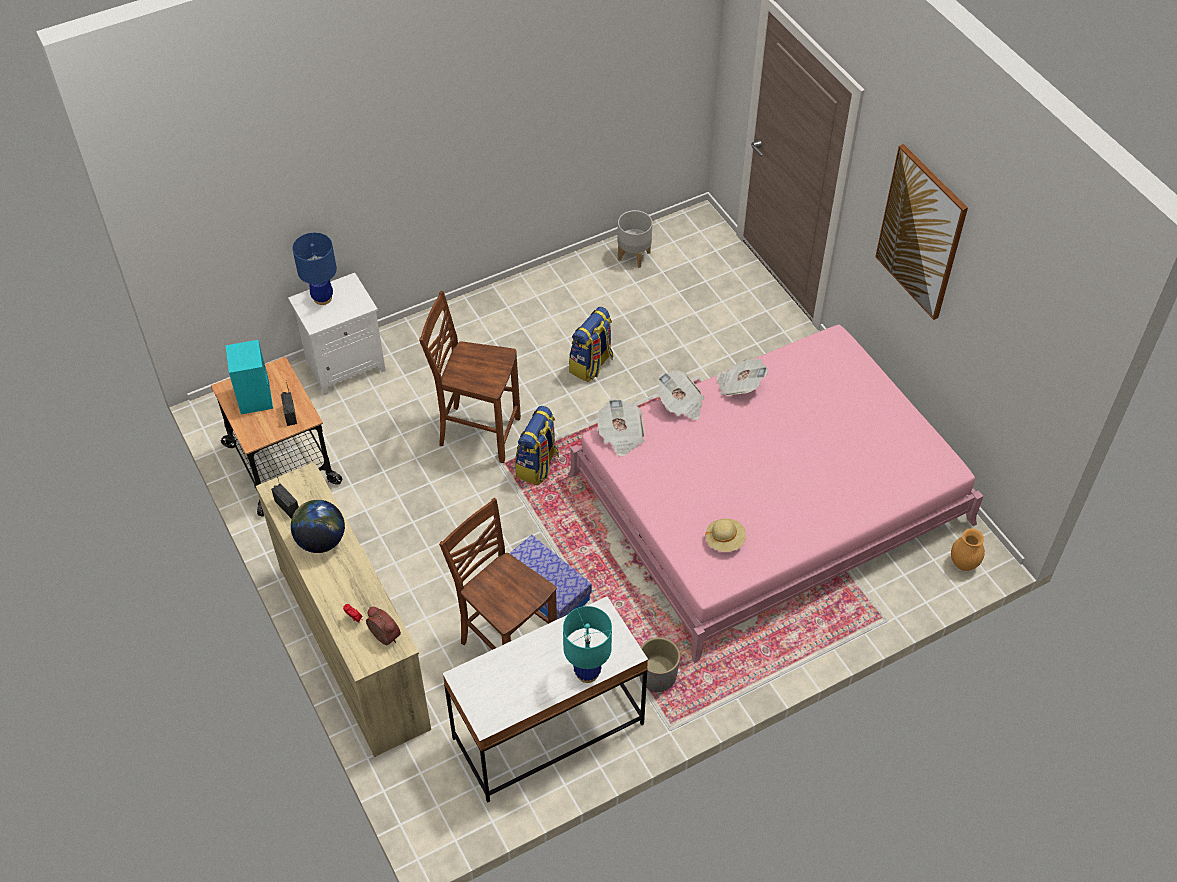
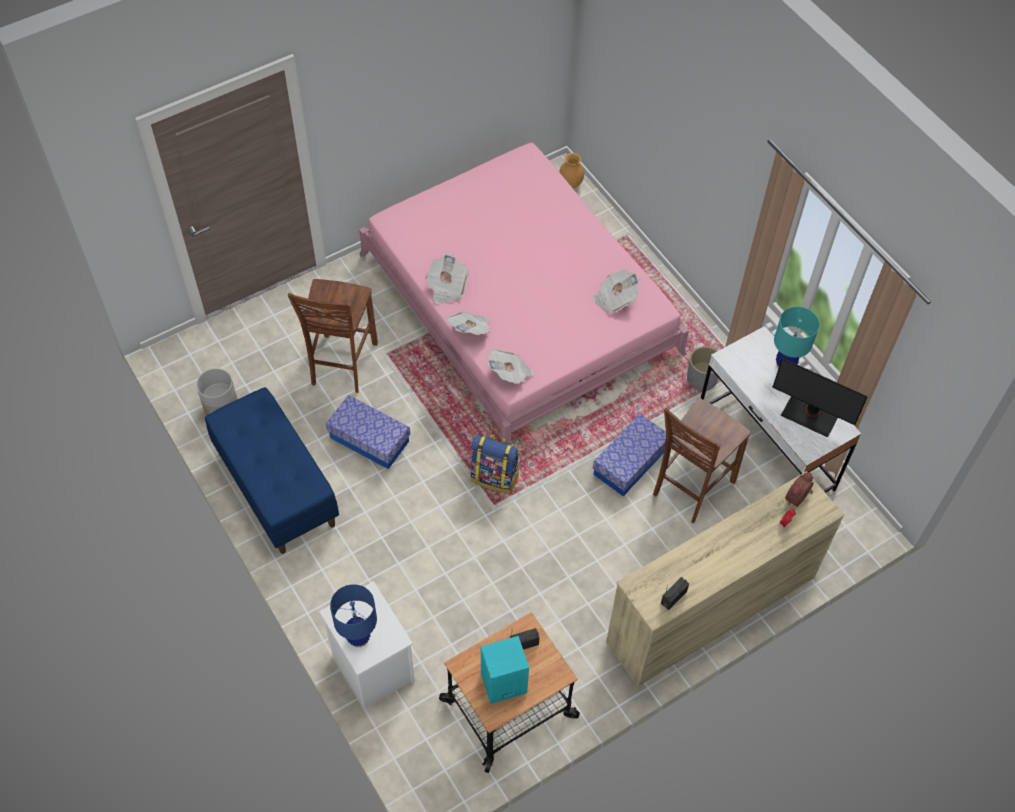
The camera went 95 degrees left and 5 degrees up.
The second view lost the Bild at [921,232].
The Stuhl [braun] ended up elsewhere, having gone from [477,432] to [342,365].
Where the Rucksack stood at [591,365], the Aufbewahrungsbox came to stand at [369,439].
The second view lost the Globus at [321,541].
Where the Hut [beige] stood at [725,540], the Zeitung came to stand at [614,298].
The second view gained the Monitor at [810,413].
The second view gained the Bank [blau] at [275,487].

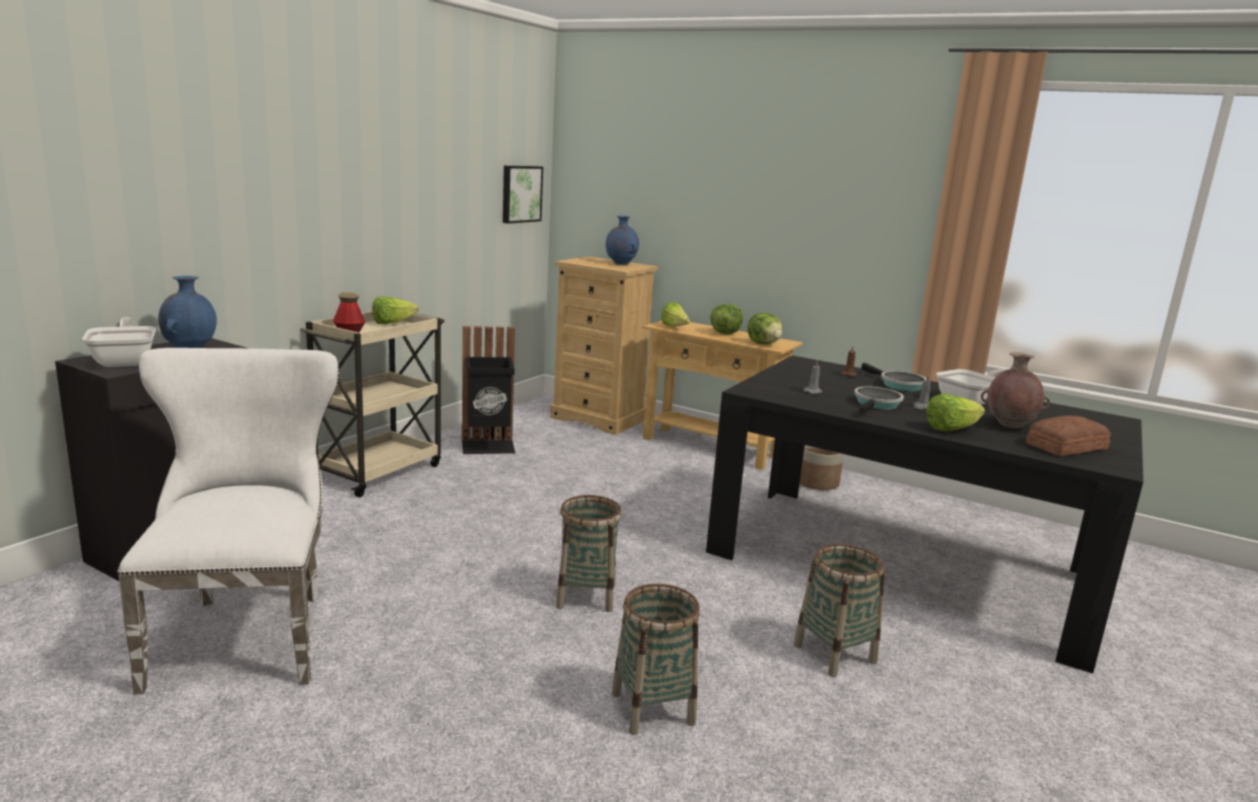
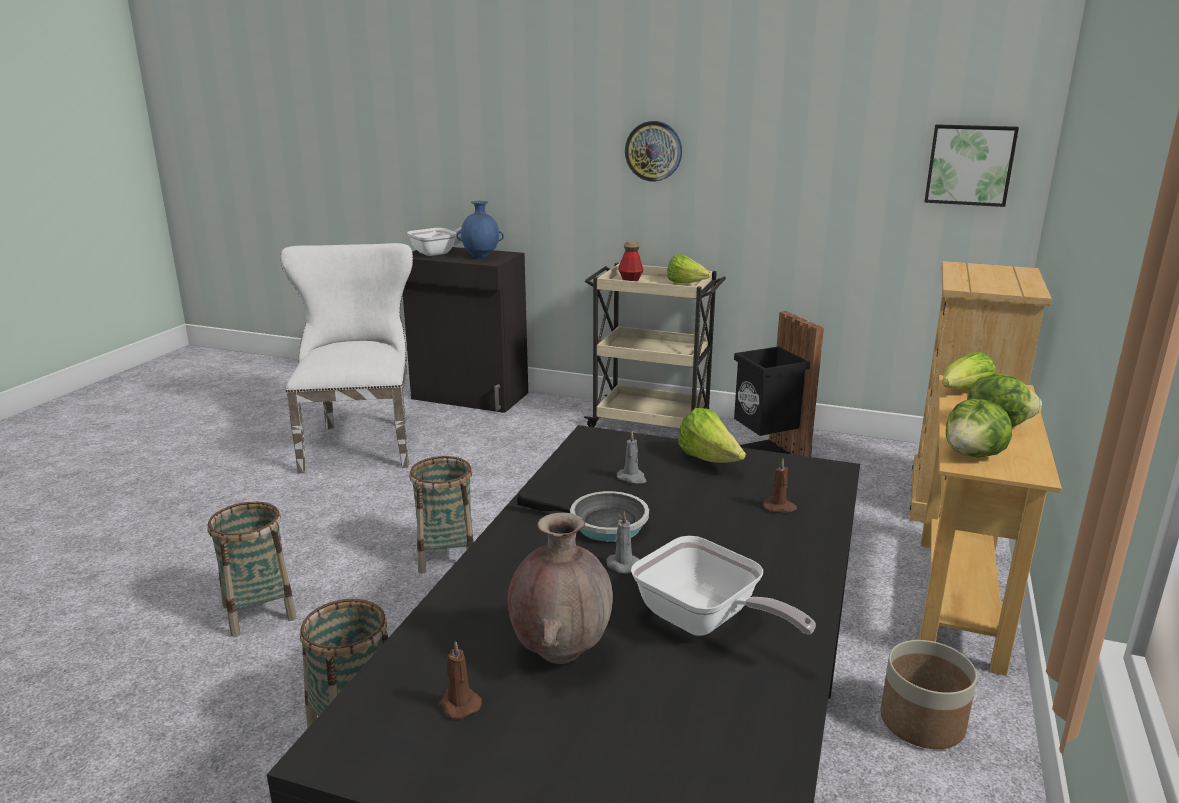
The camera went 80 degrees right and 5 degrees up.
The second view lost the Vase [blau] at [620,264].
The Stuhl [weiß] at [246,632] ended up facing another way, 75 degrees counterclockwise from before.
The second view lost the Pfanne at [898,385].
The Salatkopf ended up elsewhere, having gone from [951,429] to [709,460].
Where the Brot stood at [1064,446], the Kerze [braun] came to stand at [458,704].
The second view gained the Wanduhr at [653,151].

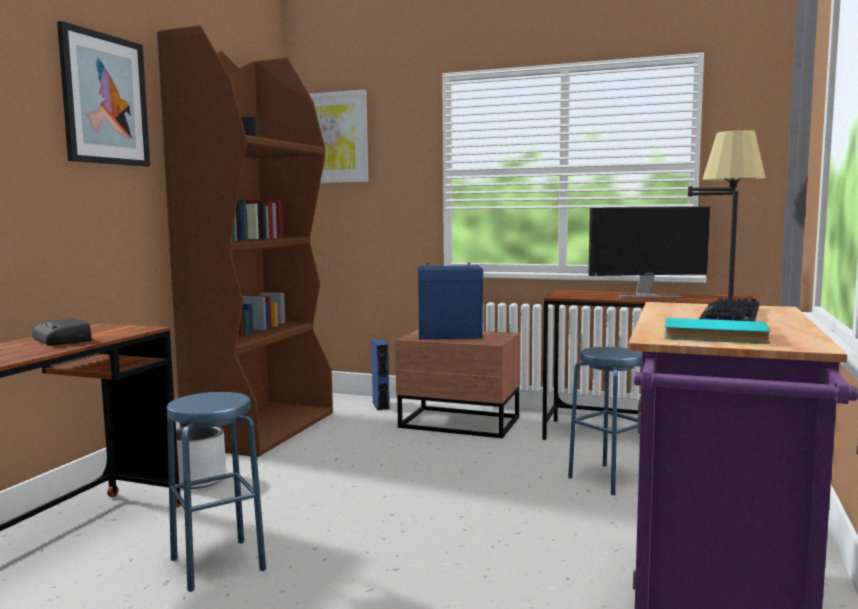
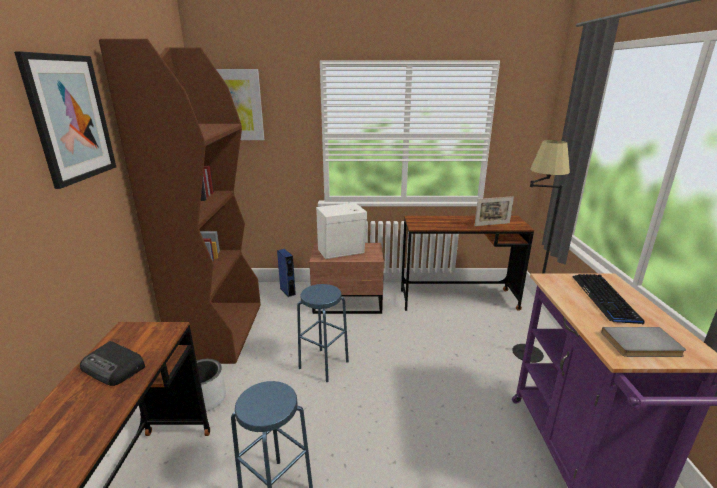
The camera went 20 degrees left and 15 degrees up.
The second view lost the Monitor at [646,296].
What was the Lautsprecher [blau] at [451,336] turned into the Lautsprecher [weiß] at [342,252].
What was the Buch [türkis] at [714,336] turned into the Buch [grau] at [642,345].
The Hocker [blau] ended up elsewhere, having gone from [608,479] to [323,365].
The second view gained the Bilderrahmen at [492,224].

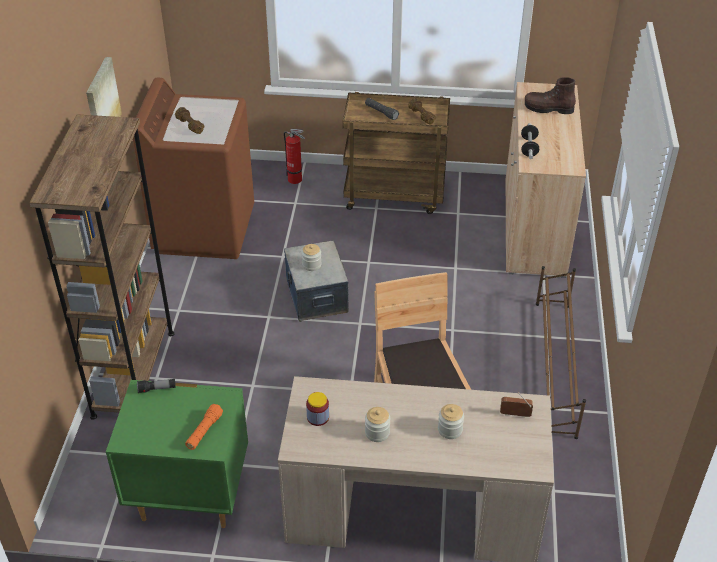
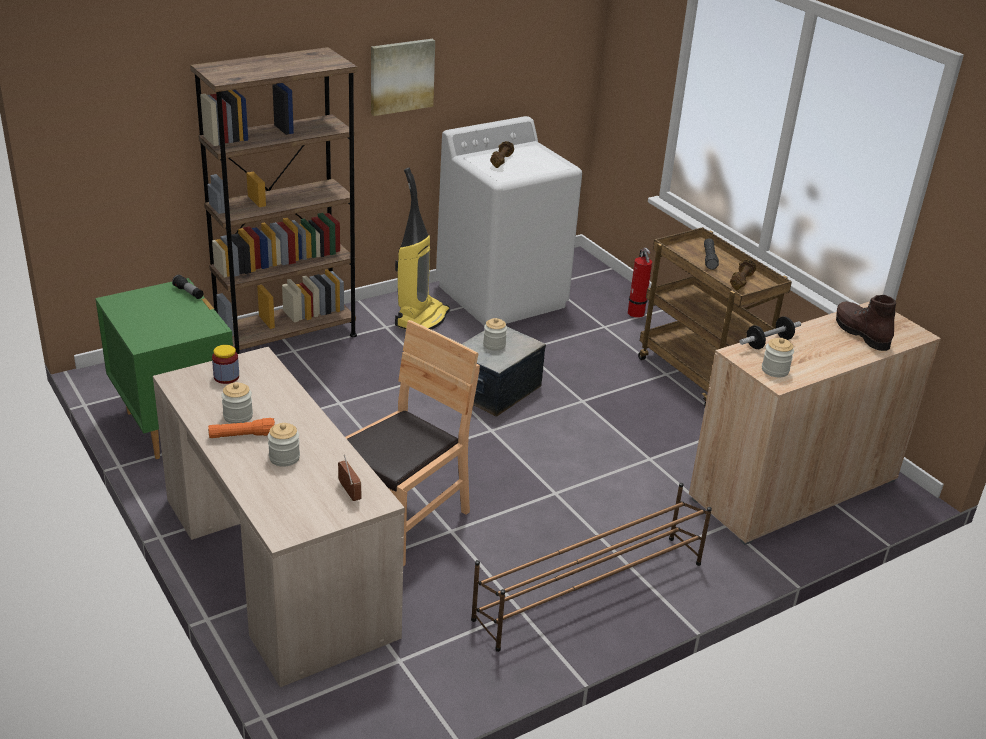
The camera went 50 degrees right and 10 degrees down.
What was the Waschmaschine [braun] at [204,229] turned into the Waschmaschine [weiß] at [502,296].
The Taschenlampe [orange] ended up elsewhere, having gone from [204,431] to [242,436].
The second view gained the Staubsauger at [421,318].
The second view gained the Vorratsglas at [775,370].

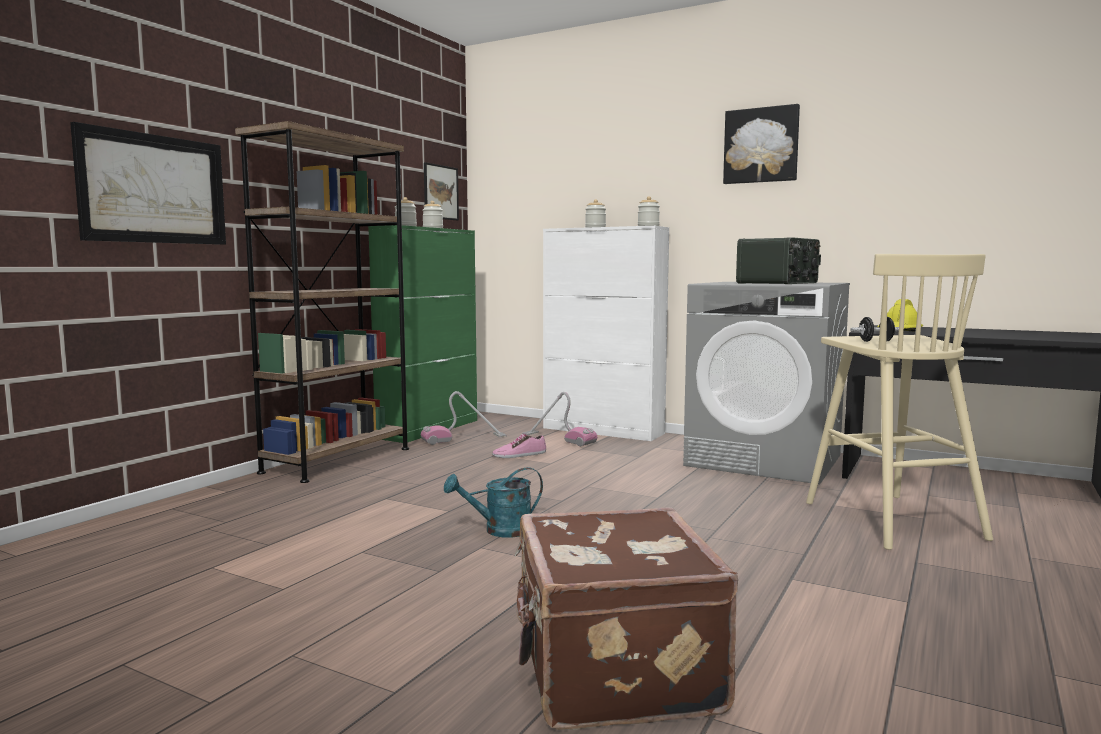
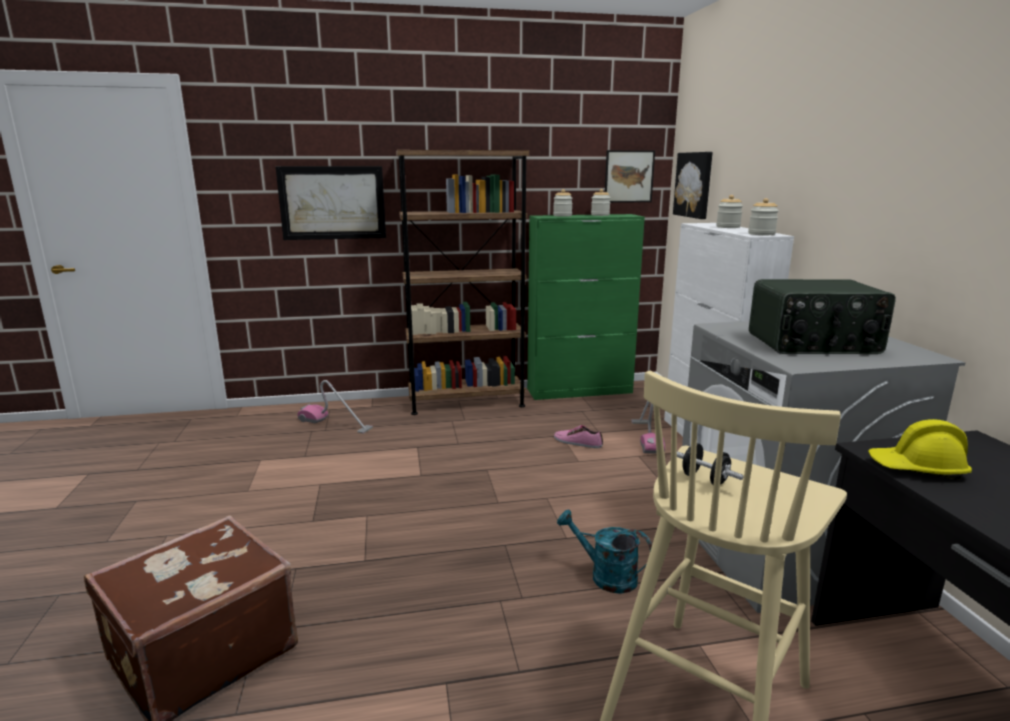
The camera went 50 degrees right and 10 degrees up.
The Bild ended up elsewhere, having gone from [761,145] to [694,185].
The Staubsauger ended up elsewhere, having gone from [464,439] to [335,424].
The Gießkanne [türkis] ended up elsewhere, having gone from [500,531] to [605,576].

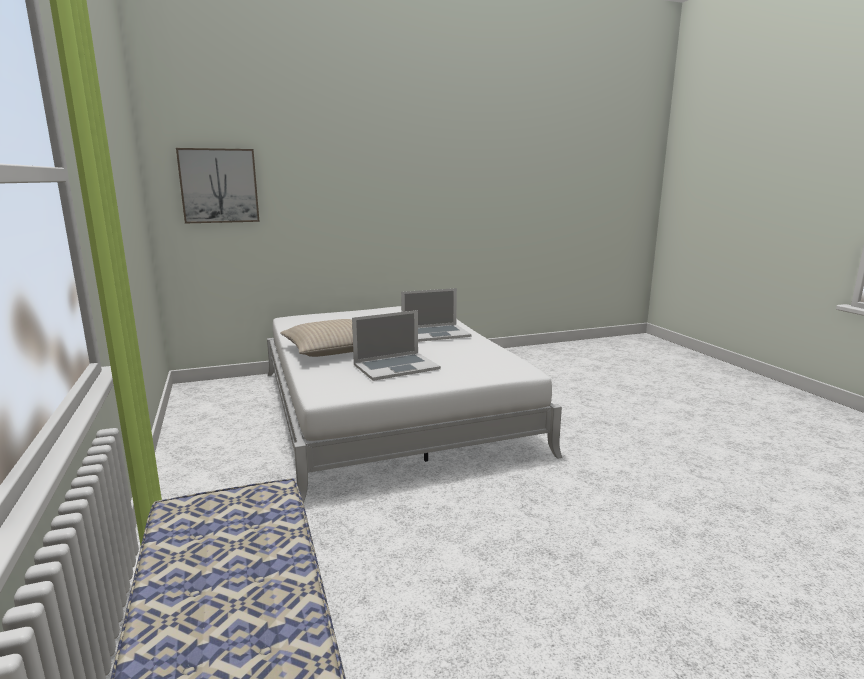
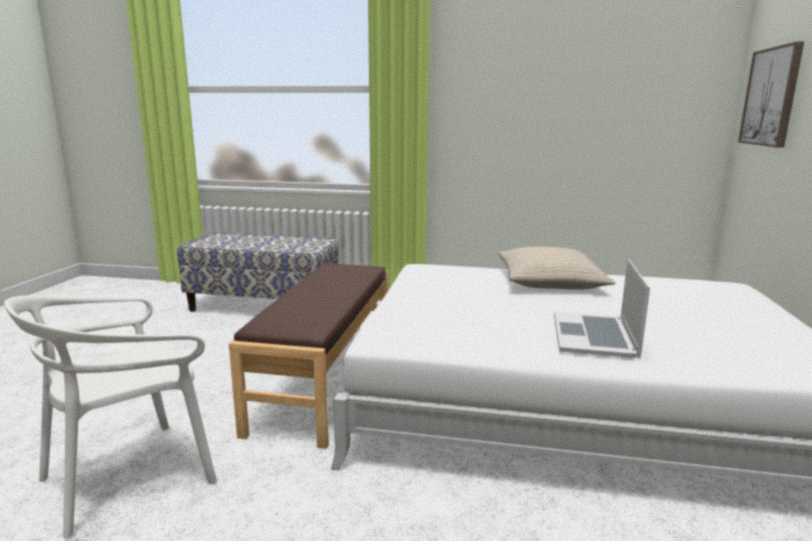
The camera went 120 degrees right and 0 degrees up.
The second view lost the Laptop at [396,366].
The second view gained the Bank [braun] at [327,379].
The second view gained the Stuhl [weiß] at [129,476].

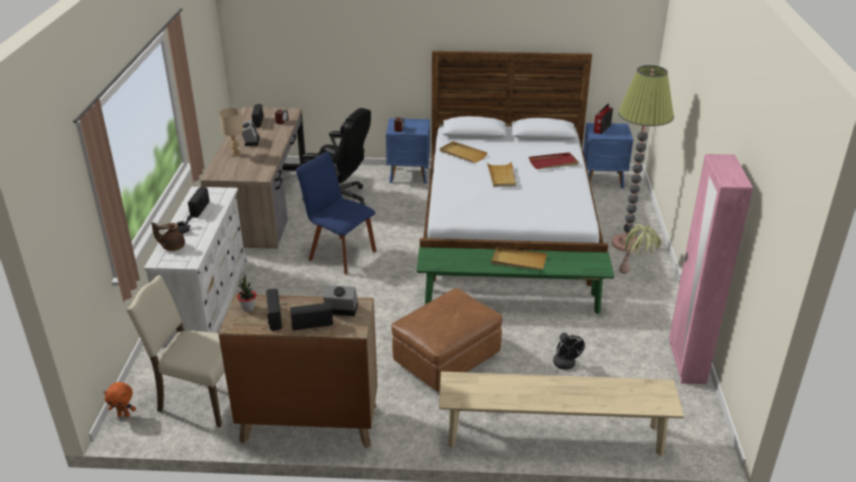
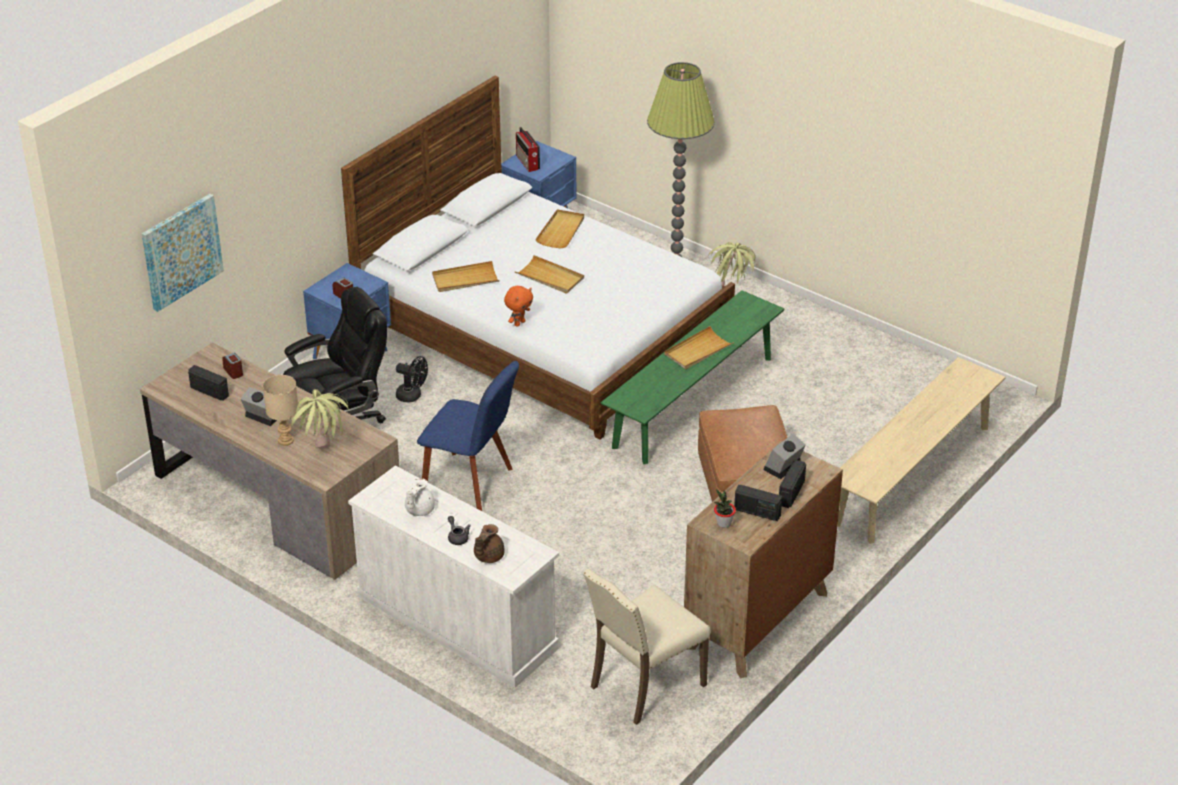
The camera went 55 degrees left and 5 degrees up.
The Stuhl [blau] at [340,254] ended up facing another way, 135 degrees counterclockwise from before.
What was the Tablett [rot] at [553,163] turned into the Tablett [beige] at [561,231].
The second view lost the Kleiderschrank [rosa] at [686,363].
Where the Radio stood at [200,209], the Teekanne [weiß] came to stand at [418,510].
The Ventilator [schwarz] ended up elsewhere, having gone from [565,365] to [412,396].
The Plüschtier [orange] ended up elsewhere, having gone from [124,415] to [519,323].
The second view gained the Bild at [181,251].
The second view gained the Topfpflanze at [323,458].

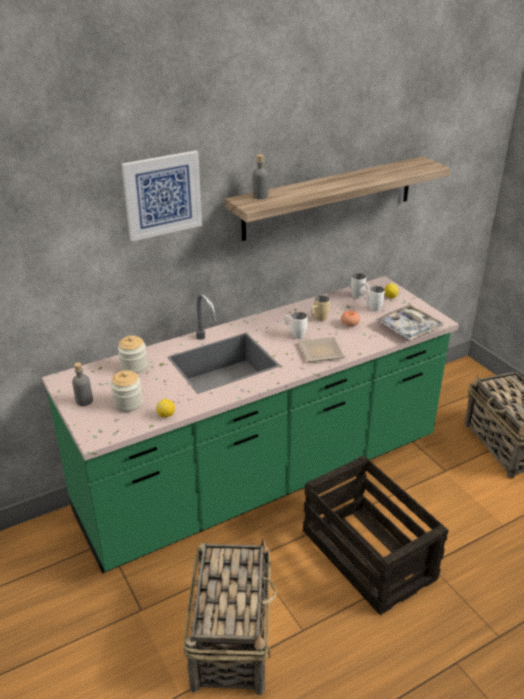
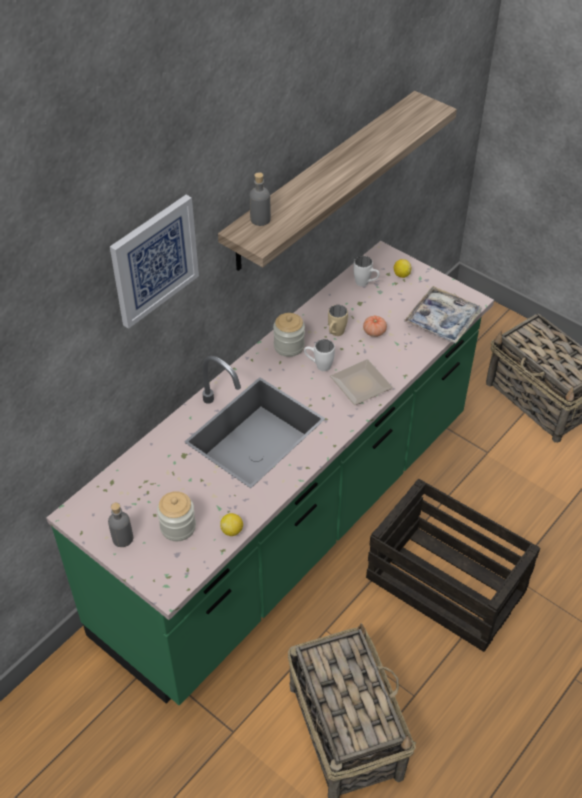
The camera went 20 degrees left and 15 degrees up.
The second view lost the Henkelbecher [weiß] at [371,308].
The Vorratsglas ended up elsewhere, having gone from [134,367] to [289,346].

